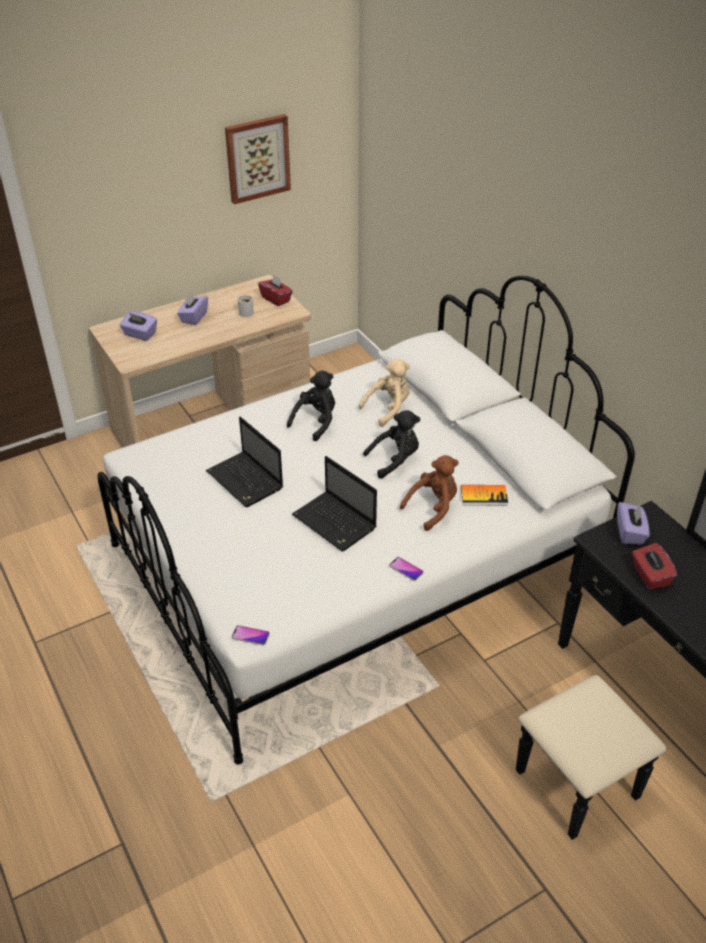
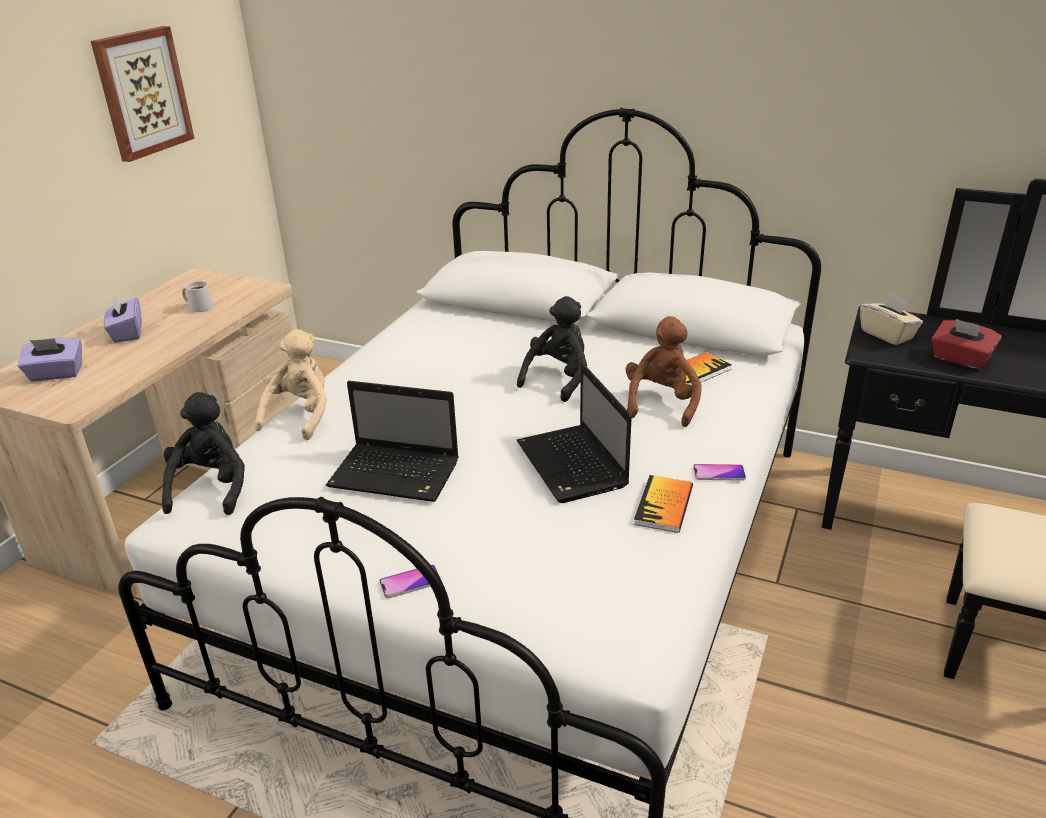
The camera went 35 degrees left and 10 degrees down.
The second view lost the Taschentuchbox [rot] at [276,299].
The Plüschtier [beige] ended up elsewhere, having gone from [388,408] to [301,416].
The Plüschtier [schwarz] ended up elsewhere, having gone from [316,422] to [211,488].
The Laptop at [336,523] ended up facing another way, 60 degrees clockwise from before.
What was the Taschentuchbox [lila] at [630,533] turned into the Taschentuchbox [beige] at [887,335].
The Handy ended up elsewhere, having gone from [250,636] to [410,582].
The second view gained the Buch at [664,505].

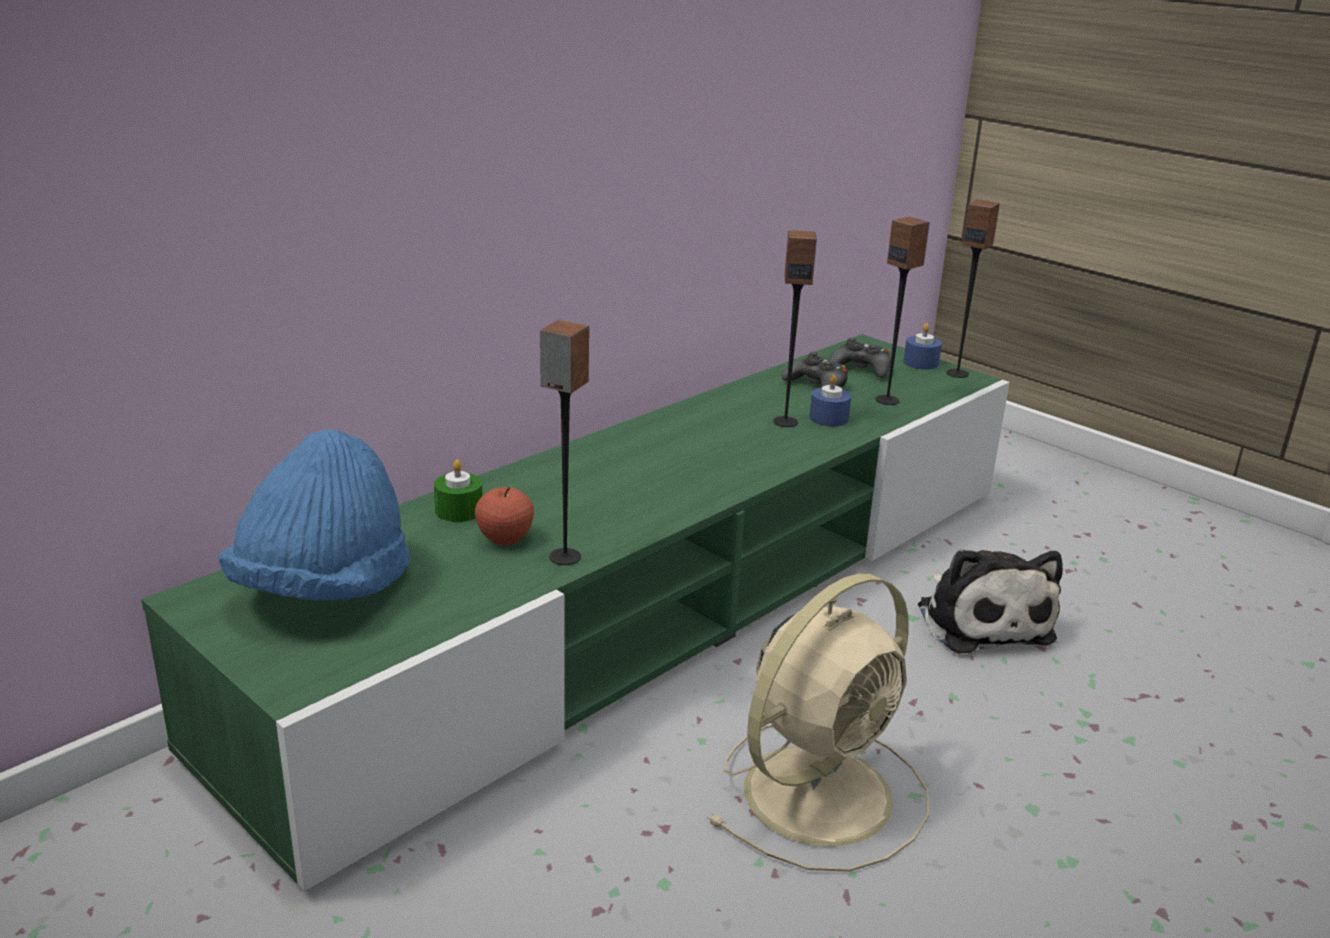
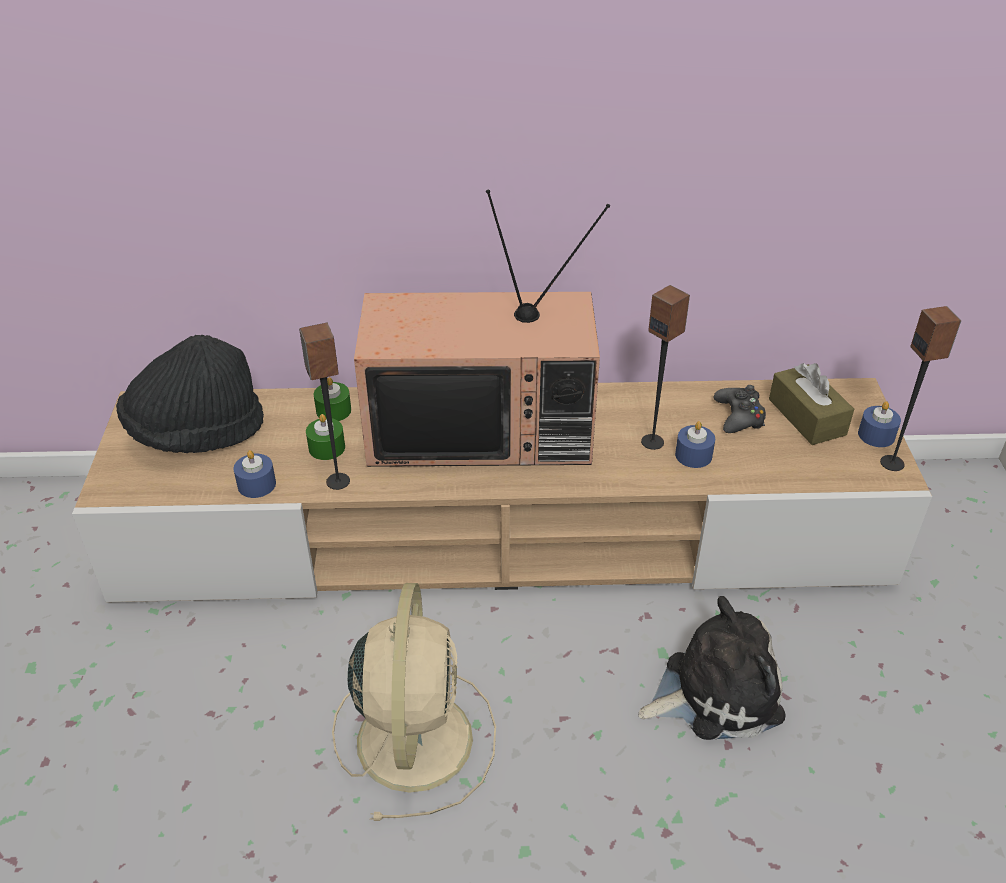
The camera went 45 degrees right and 15 degrees up.
The second view lost the Lautsprecher at [887,400].
What was the Fernsehschrank [grün] at [660,603] turned into the Fernsehschrank [beige] at [505,534].
Where the Gamepad [schwarz] stood at [861,369], the Taschentuchbox [braun] came to stand at [807,417].
What was the Hut [blau] at [324,589] turned into the Hut [schwarz] at [196,432].
Where the Apfel stood at [505,539], the Kerze [grün] came to stand at [327,448].
The Plüschtier at [981,620] ended up facing another way, 135 degrees counterclockwise from before.
The Ventilator [beige] at [822,791] ended up facing another way, 90 degrees counterclockwise from before.
The second view gained the Fernseher at [483,427].
The second view gained the Kerze [blau] at [256,484].

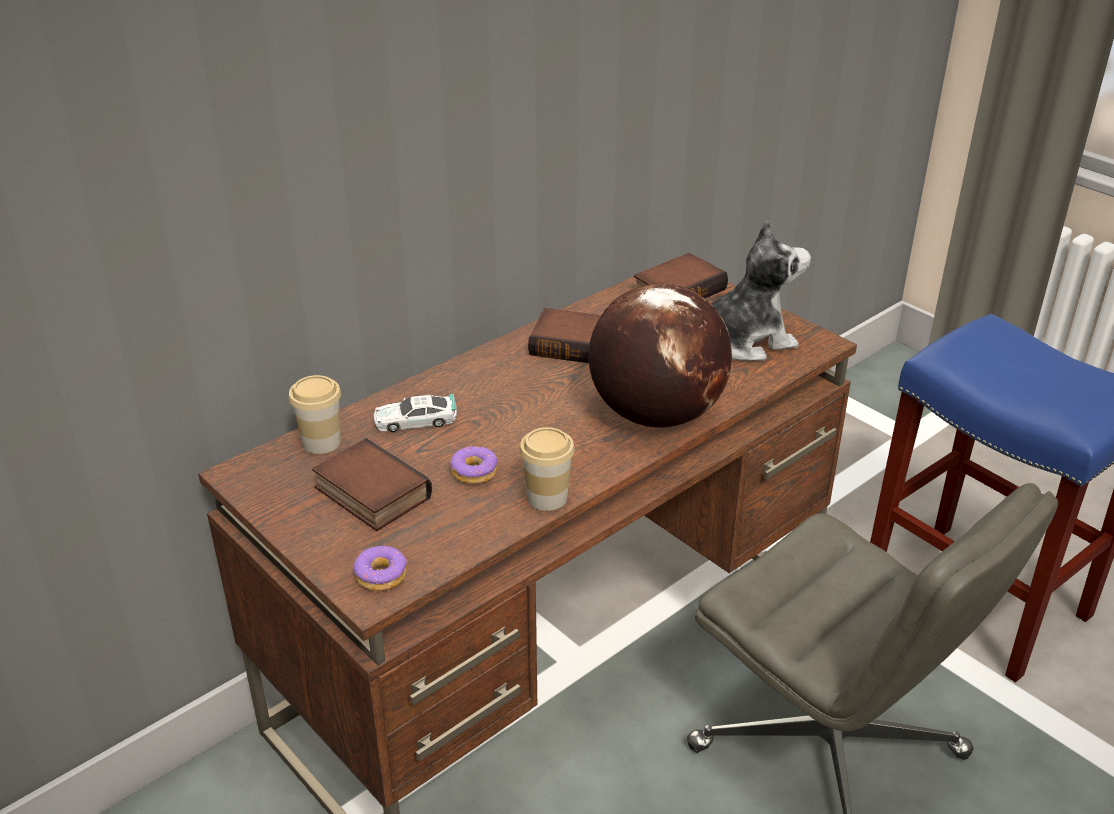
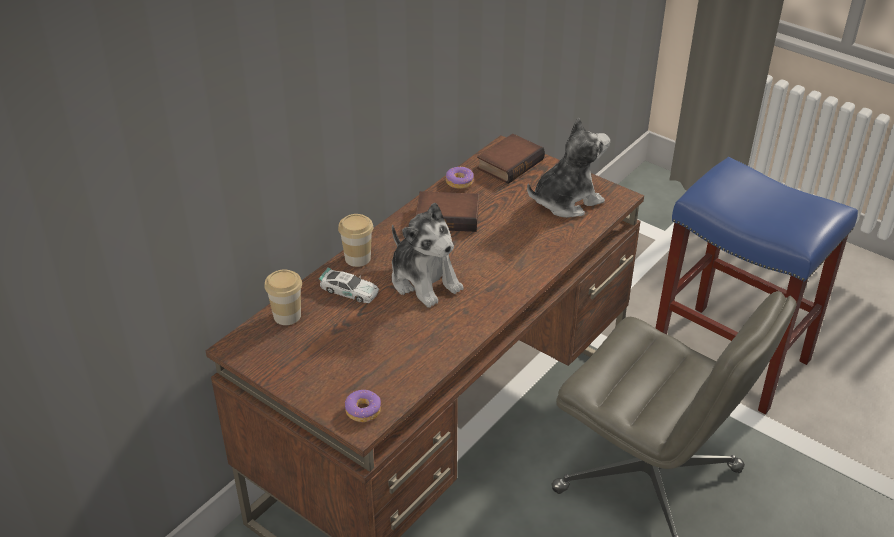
The camera went 10 degrees left and 5 degrees up.
The second view lost the Globus at [655,414].
The Spielzeugauto at [415,420] ended up facing another way, 135 degrees counterclockwise from before.
The Tasse ended up elsewhere, having gone from [547,497] to [357,258].
The second view lost the Buch at [369,493].
The Donut ended up elsewhere, having gone from [474,472] to [459,182].
The second view gained the Plüschtier at [424,281].

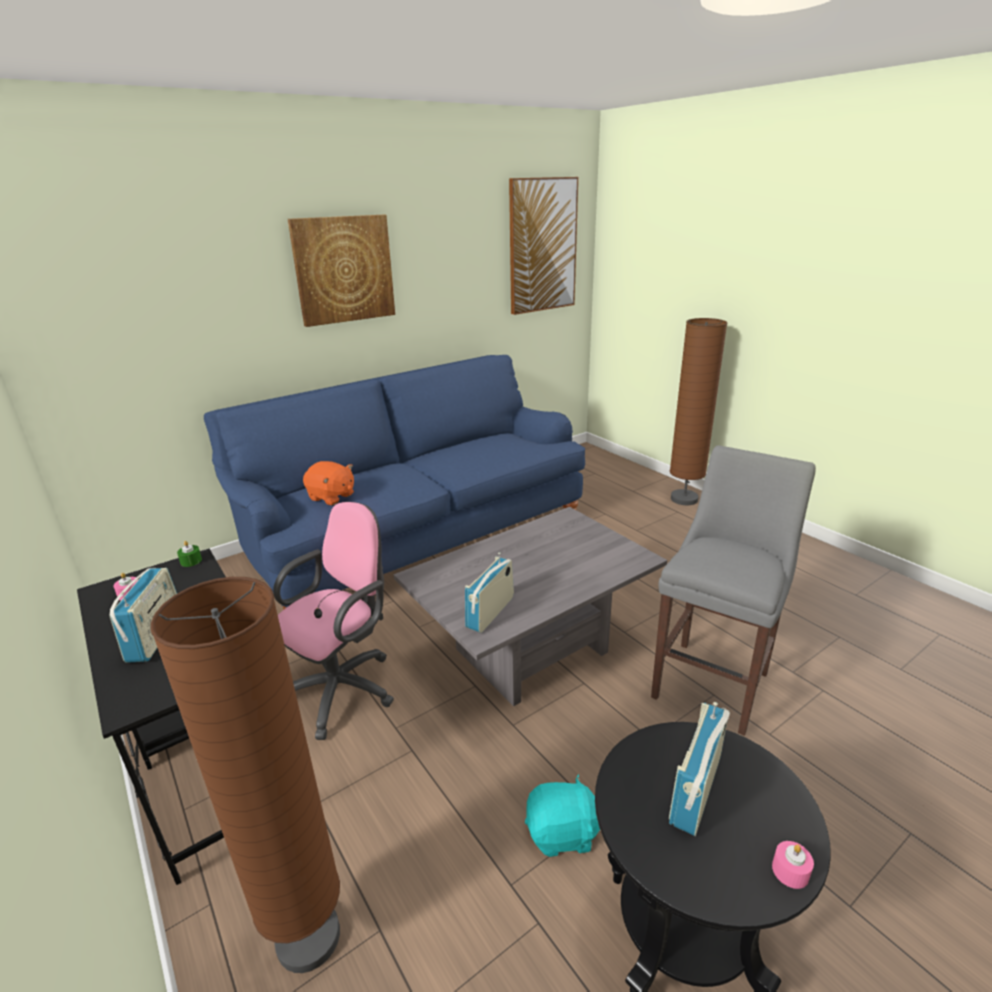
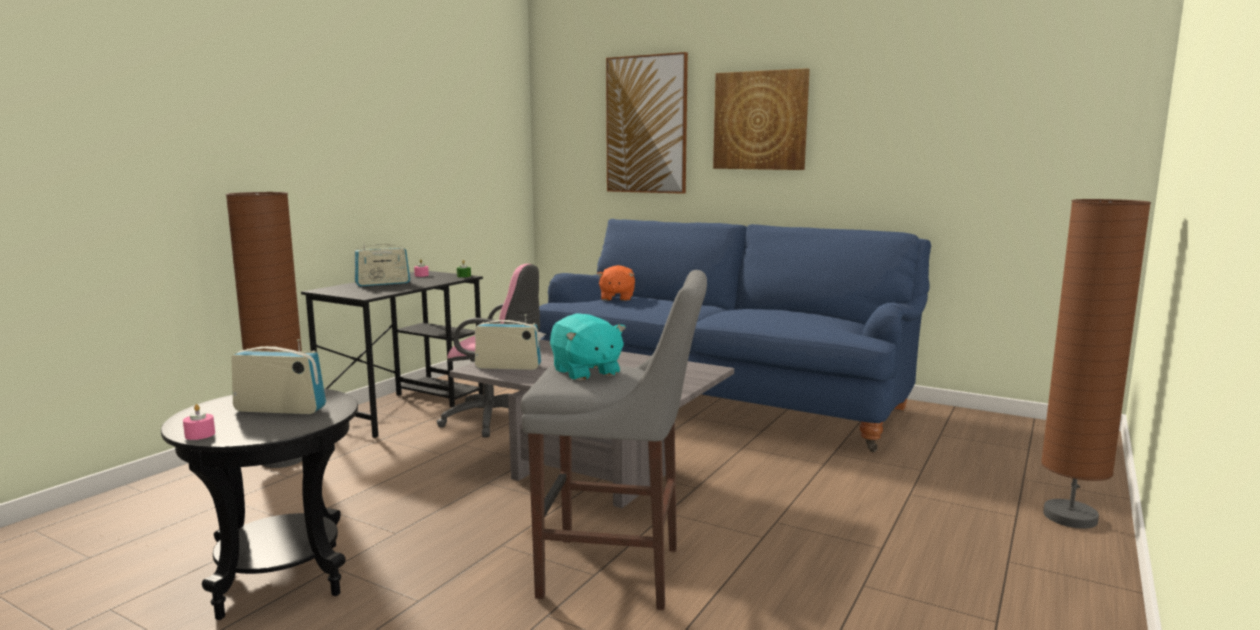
The camera went 65 degrees right and 15 degrees down.
The Bild ended up elsewhere, having gone from [542,246] to [646,125].
The Plüschtier [türkis] ended up elsewhere, having gone from [563,833] to [585,372].

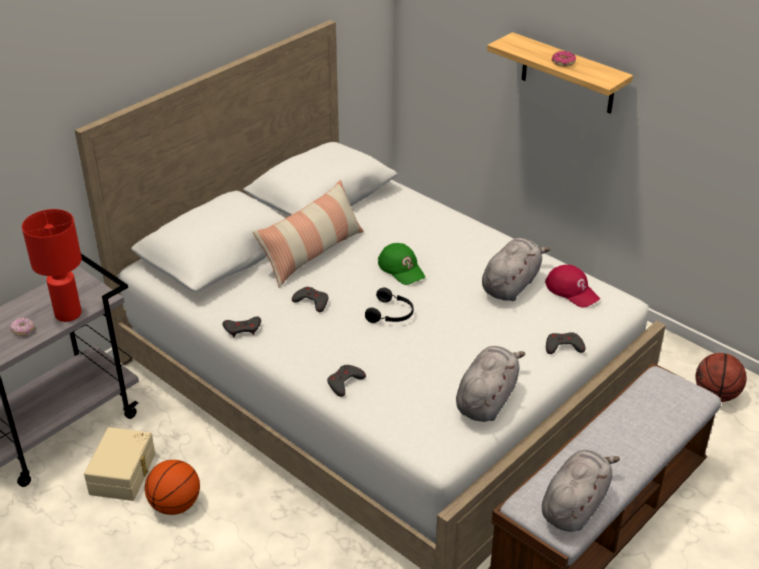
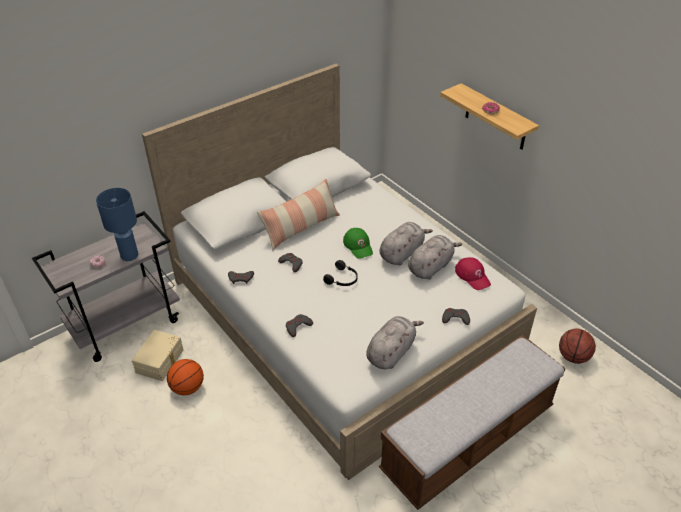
The camera went 10 degrees right and 5 degrees up.
What was the Tischlampe [rot] at [67,314] turned into the Tischlampe [blau] at [129,256].
The Plüschtier [grau] ended up elsewhere, having gone from [575,505] to [402,253].

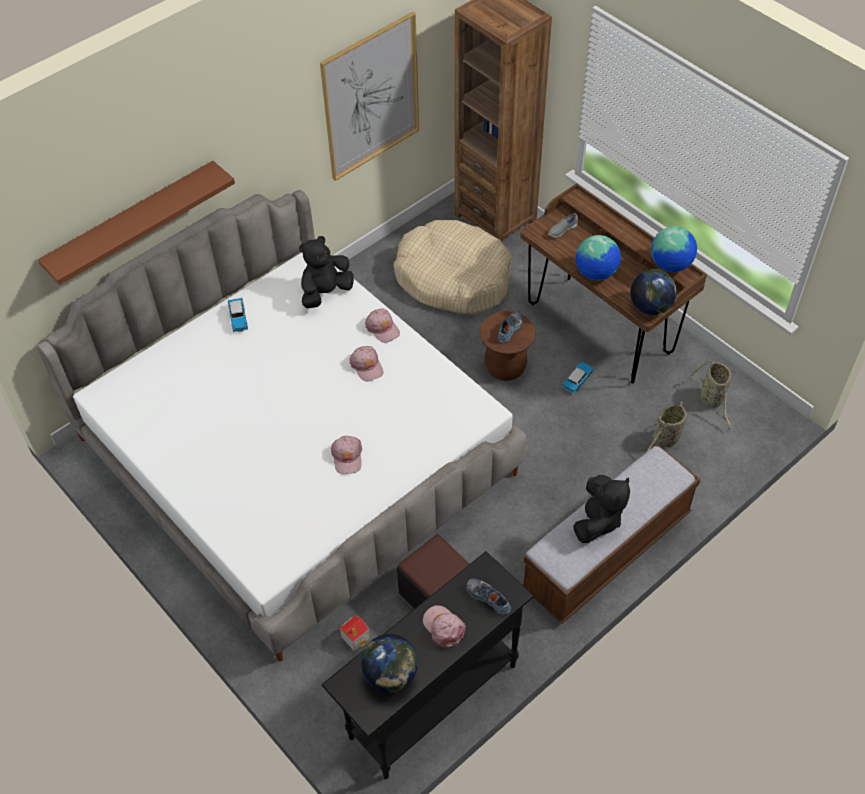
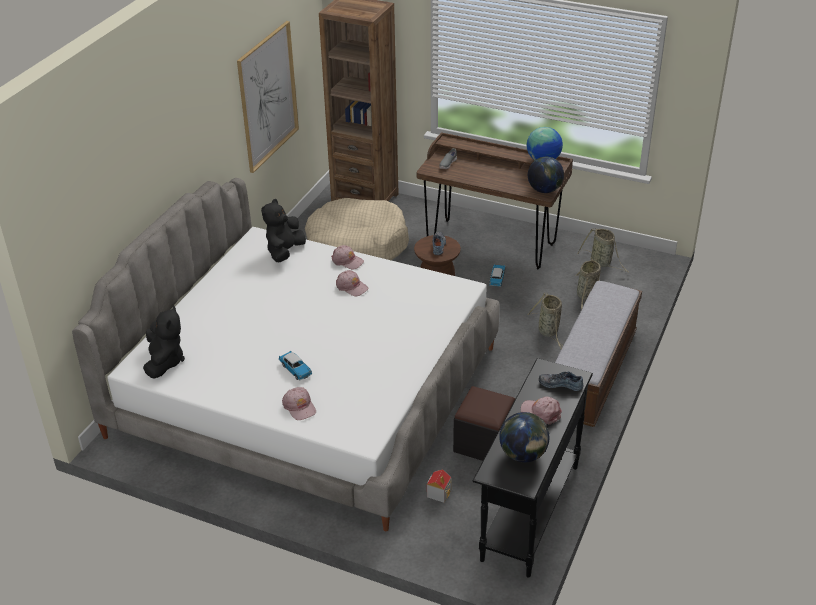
The camera went 25 degrees left and 15 degrees down.
The second view lost the Wandregal [braun] at [132,222].
The second view lost the Globus at [596,273].
The Spielzeugauto ended up elsewhere, having gone from [238,318] to [295,370].
The Kappe [rosa] ended up elsewhere, having gone from [347,457] to [299,407].
The Plüschtier [schwarz] ended up elsewhere, having gone from [598,520] to [164,362].
The second view gained the Korb at [548,332].

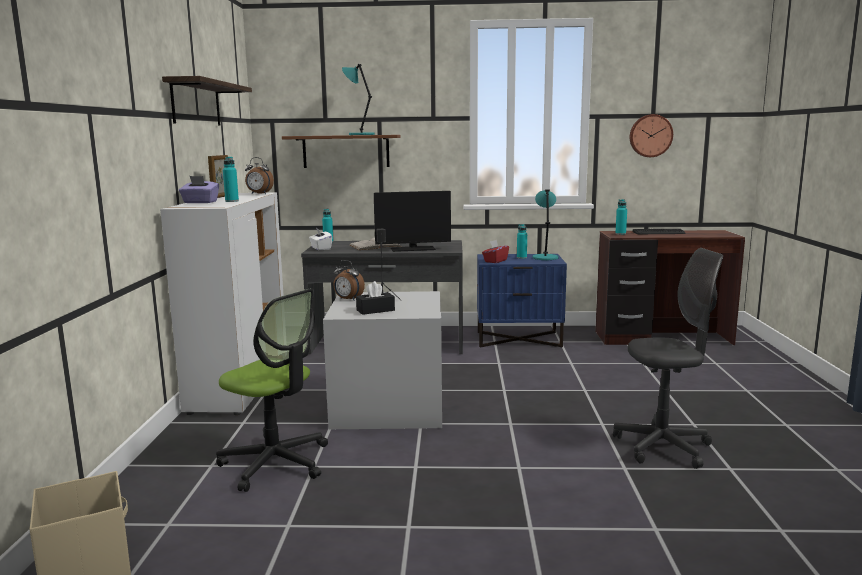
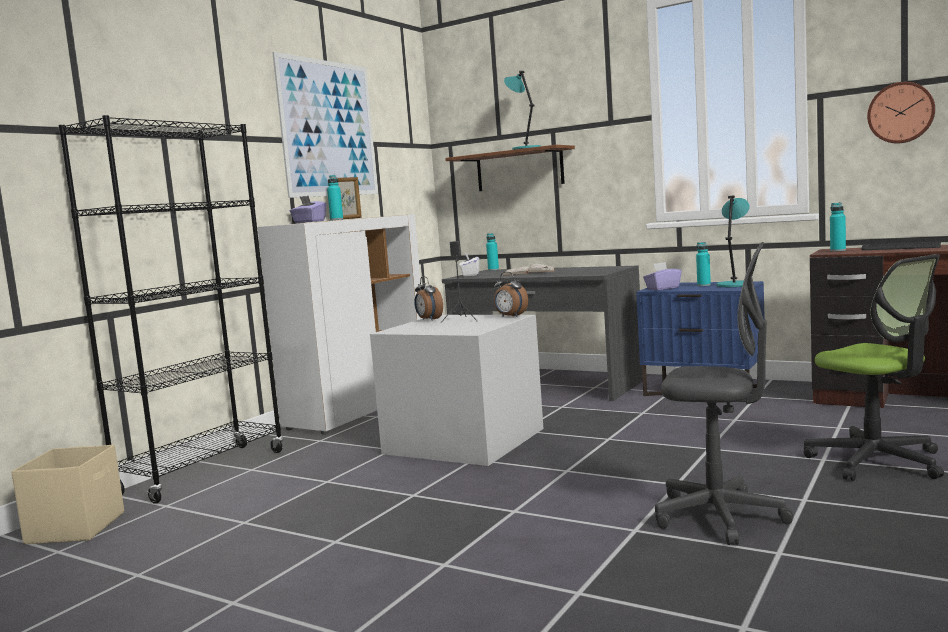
The camera went 30 degrees right and 5 degrees down.
Where the Wandregal hung at [196,103], the Bild came to hang at [328,128].
The Wecker ended up elsewhere, having gone from [259,194] to [510,317].
The second view lost the Monitor at [413,249].
What was the Taschentuchbox [rot] at [495,261] turned into the Taschentuchbox [lila] at [662,288].
The second view lost the Taschentuchbox [schwarz] at [375,310].
The Bürostuhl ended up elsewhere, having gone from [275,463] to [876,461].
The second view gained the Bücherregal [schwarz] at [203,472].

